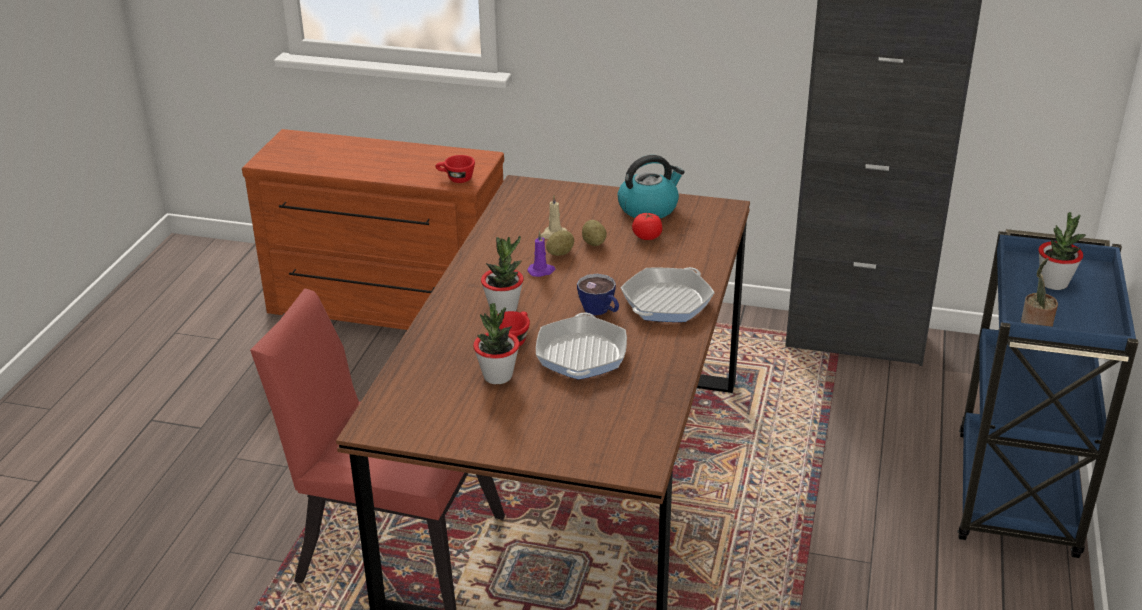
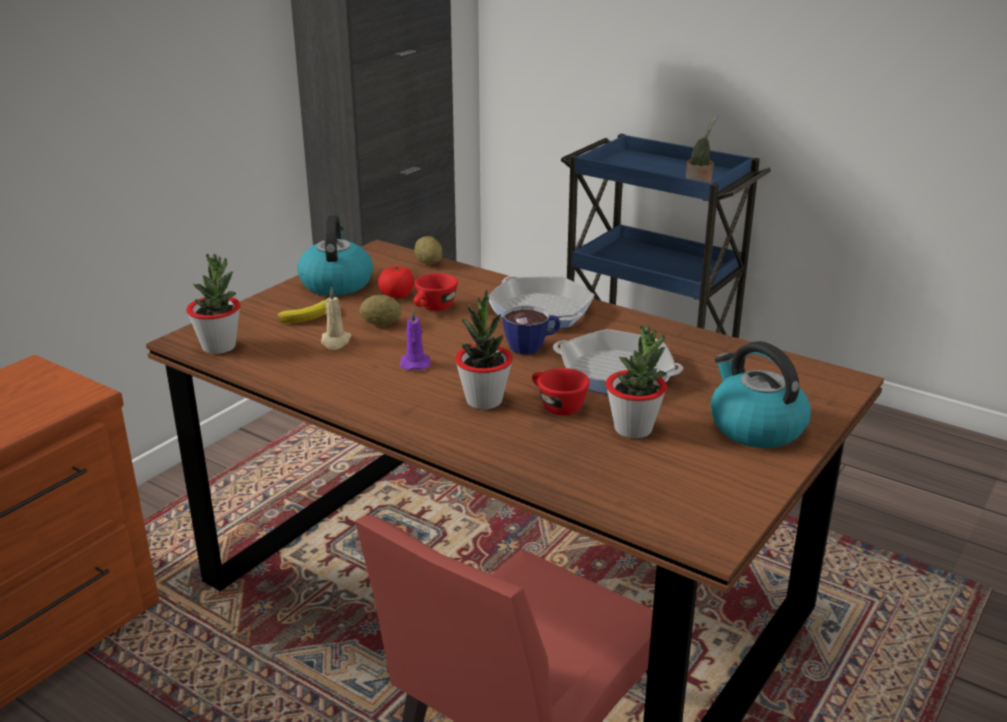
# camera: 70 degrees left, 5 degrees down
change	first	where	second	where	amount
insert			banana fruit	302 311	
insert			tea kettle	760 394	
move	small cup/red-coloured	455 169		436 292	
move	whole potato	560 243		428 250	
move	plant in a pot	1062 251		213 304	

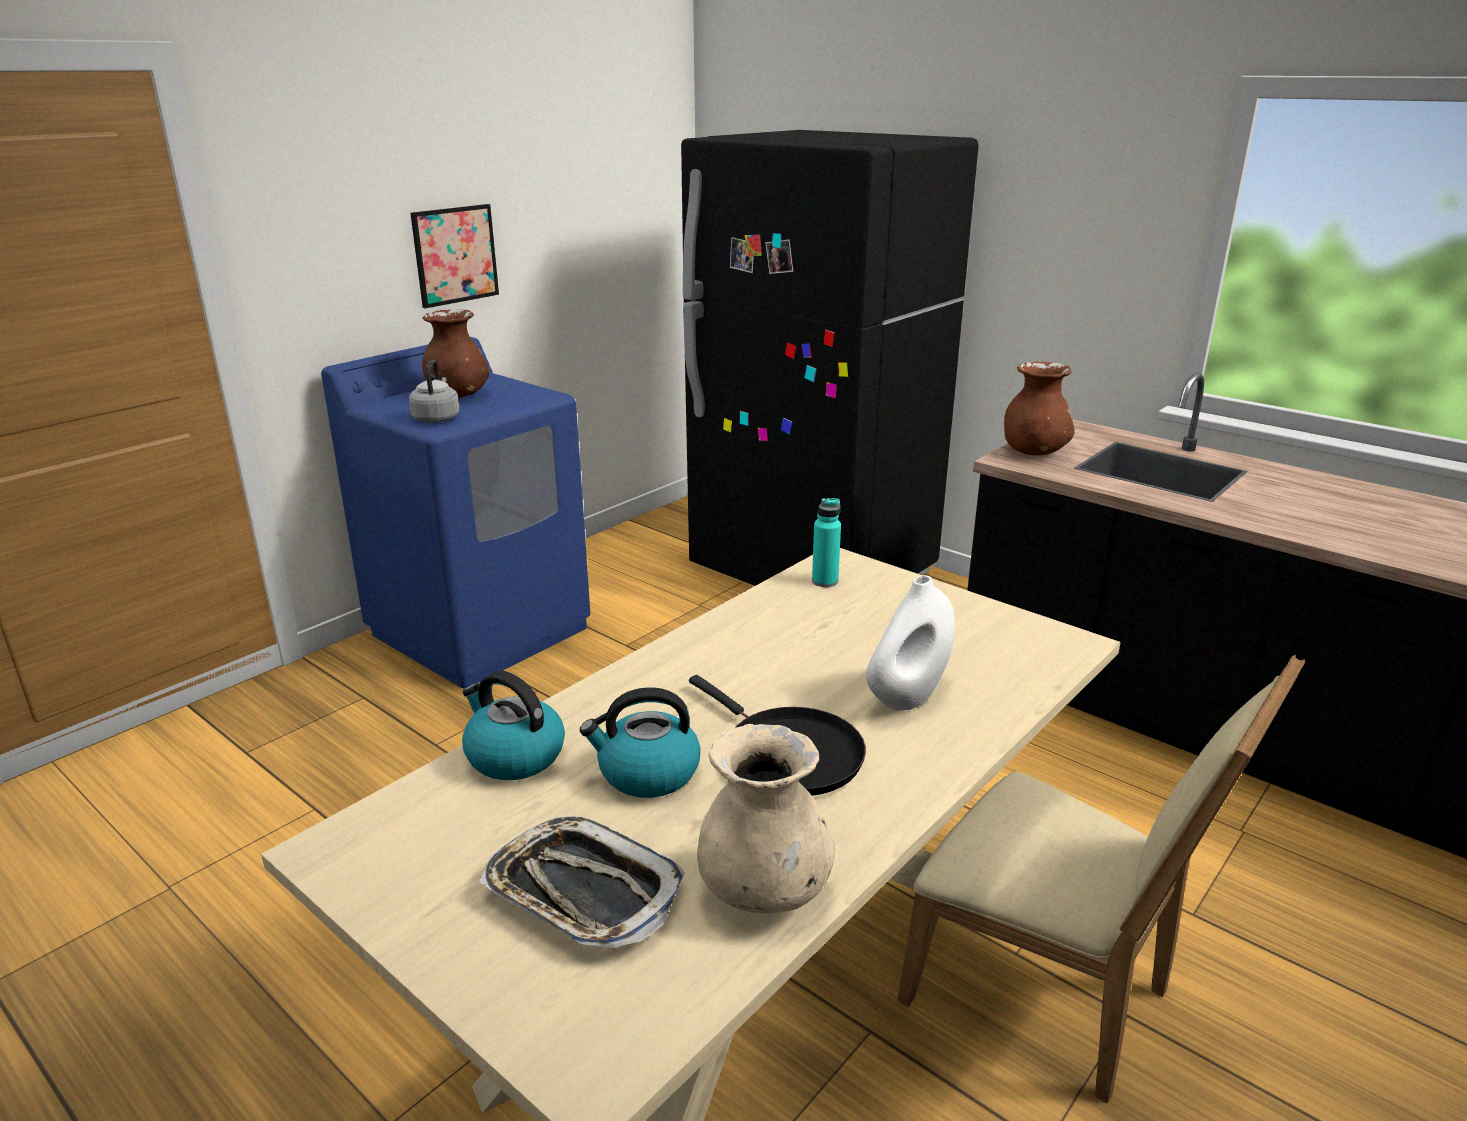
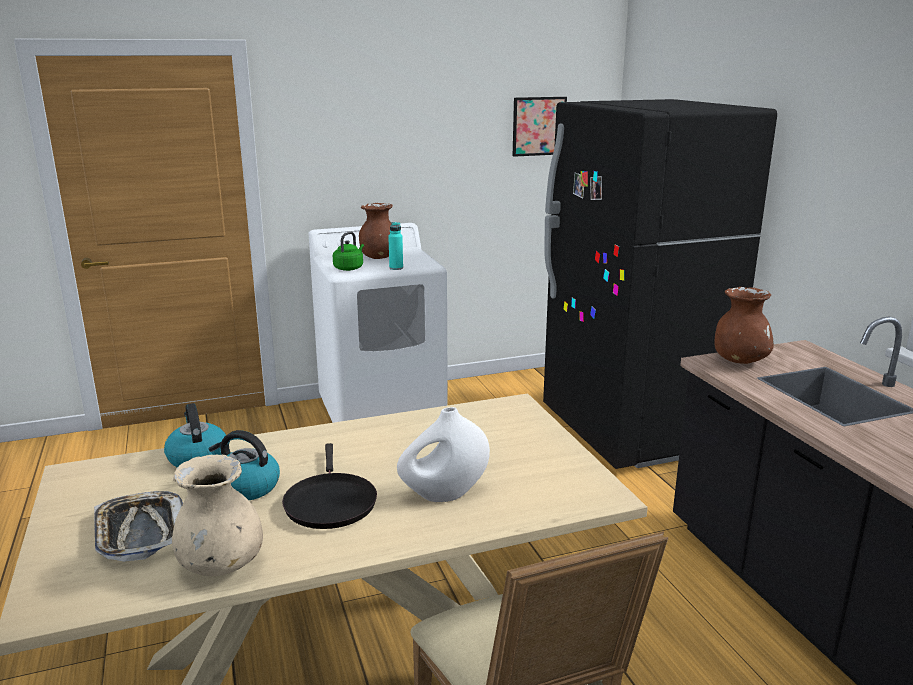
# camera: 30 degrees right, 5 degrees down
change	first	where	second	where	amount
move	wall art	454 256		540 127	
move	bottle/turquoise-coloured	826 542		395 246	
recolor	washing machine/blue	455 512	washing machine/white	378 323	
recolor	tea kettle/grey	434 391	tea kettle/greenish	348 251	

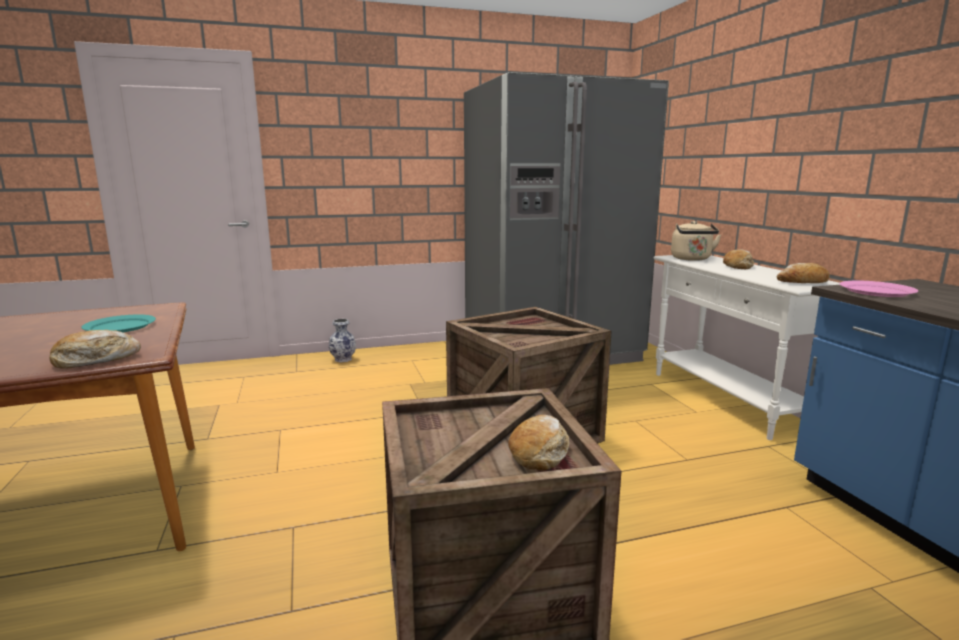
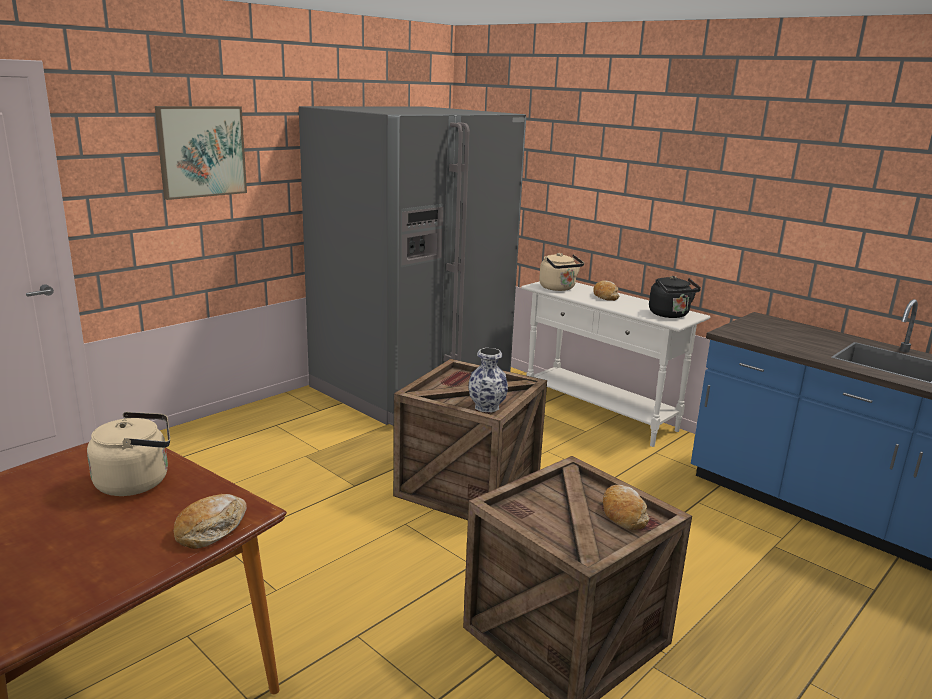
# camera: 30 degrees left, 5 degrees up
change	first	where	second	where	amount
delete	flat dish/pink	879 289			
insert			wall art	201 153	
move	flower vase	342 340		488 380	
replace	flat dish/turquoise-coloured	118 323	tea kettle/beige	128 454	
replace	baked bread	803 273	tea kettle/black-coloured	675 297	

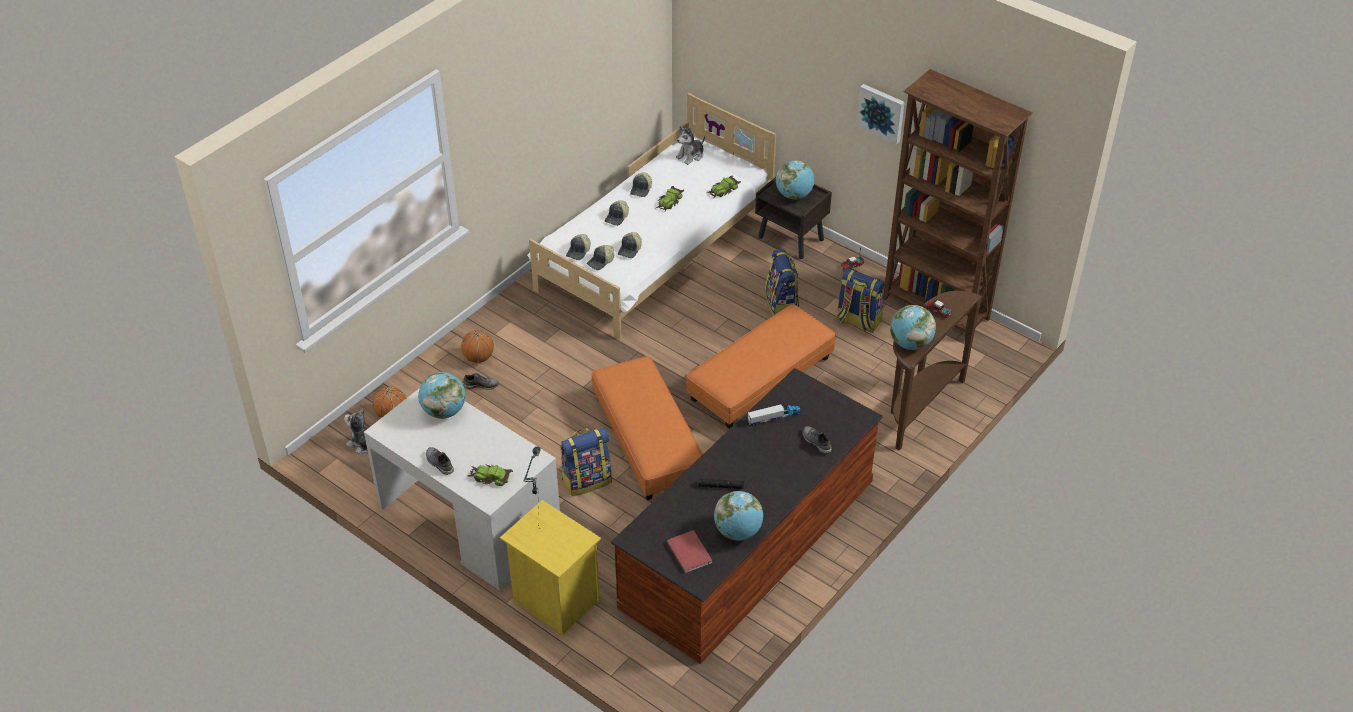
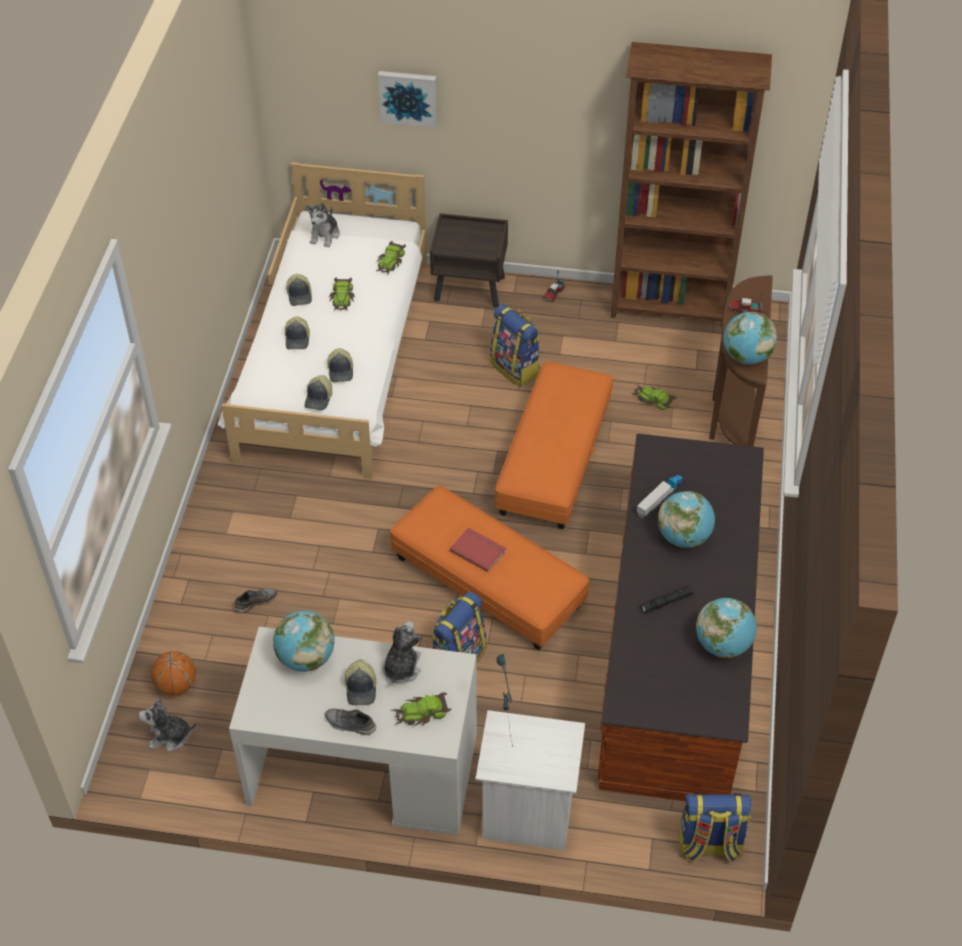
# camera: 30 degrees left, 5 degrees up
change	first	where	second	where	amount
delete	basketball ball	477 346			
delete	item of footwear/grey	817 440			
insert			plush toy	402 652	
insert			miniature car	654 397	
move	baseball cap	578 247		361 682	
move	volume/red-coloured	689 551		478 550	
move	world globe	795 180		686 519	
move	backpack	860 300		715 828	
move	wall art	880 114		407 99	
recolor	bedside table/yellow-coloured	550 567	bedside table/white	530 780	

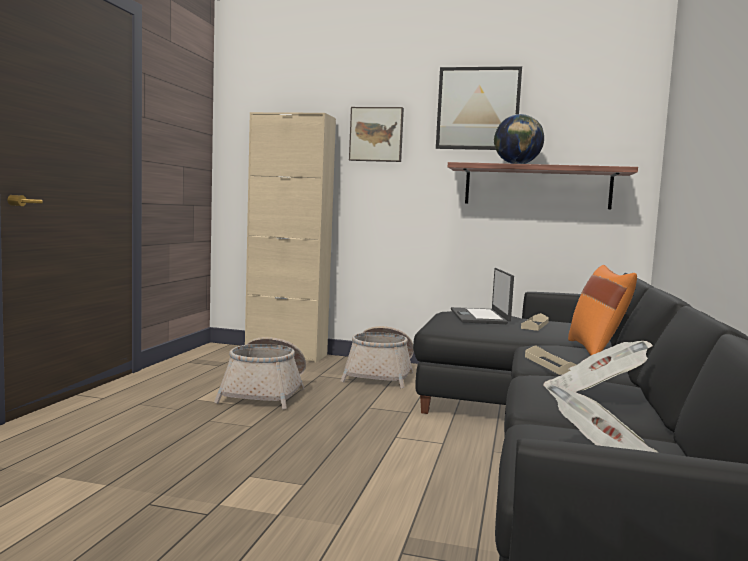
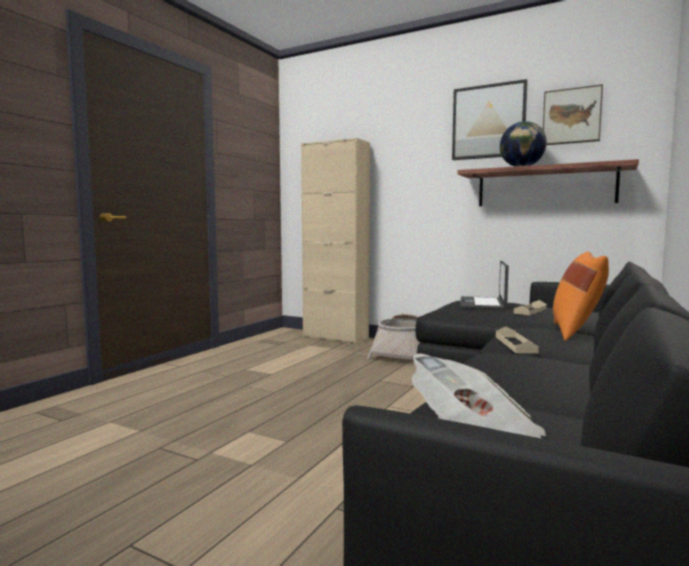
# camera: 15 degrees right, 0 degrees up
change	first	where	second	where	amount
delete	storage basket	260 373			
delete	newspaper	598 366			
move	wall art	376 134		573 114	

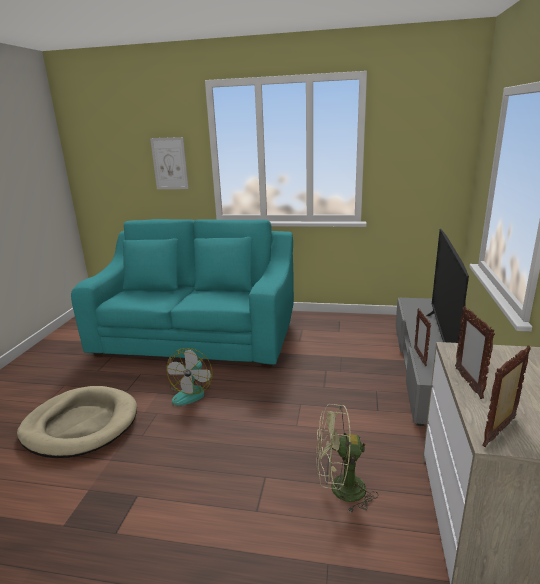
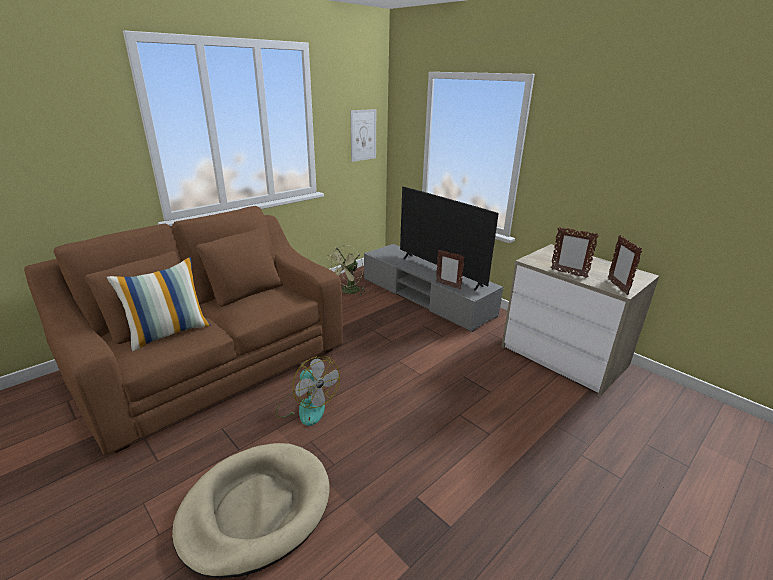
# camera: 55 degrees left, 5 degrees up
change	first	where	second	where	amount
insert			throw pillow	159 304	
move	wall art	169 163		363 135	
move	fan/greenish	347 458		346 270	
recolor	sofa/turquoise-coloured	182 293	sofa/brown-coloured	183 330	

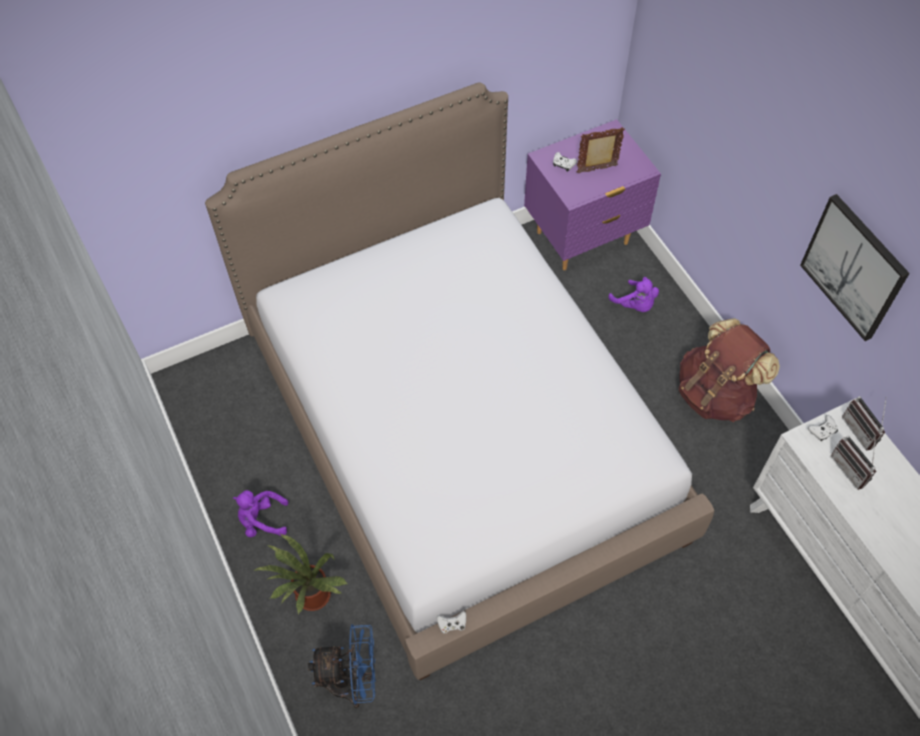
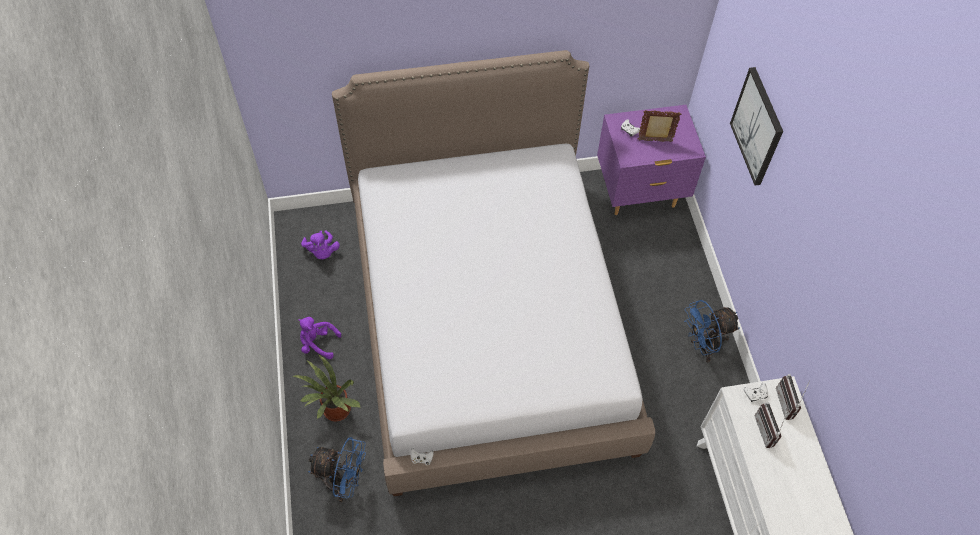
# camera: 15 degrees right, 0 degrees up
change	first	where	second	where	amount
move	plush toy/purple	633 294		320 245	
move	wall art	855 267		756 126	
replace	backpack/brown-coloured	729 370	fan/blue	712 331	

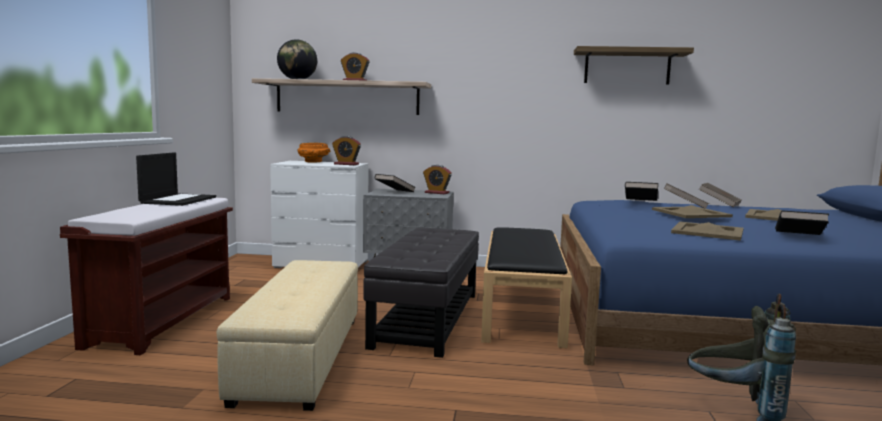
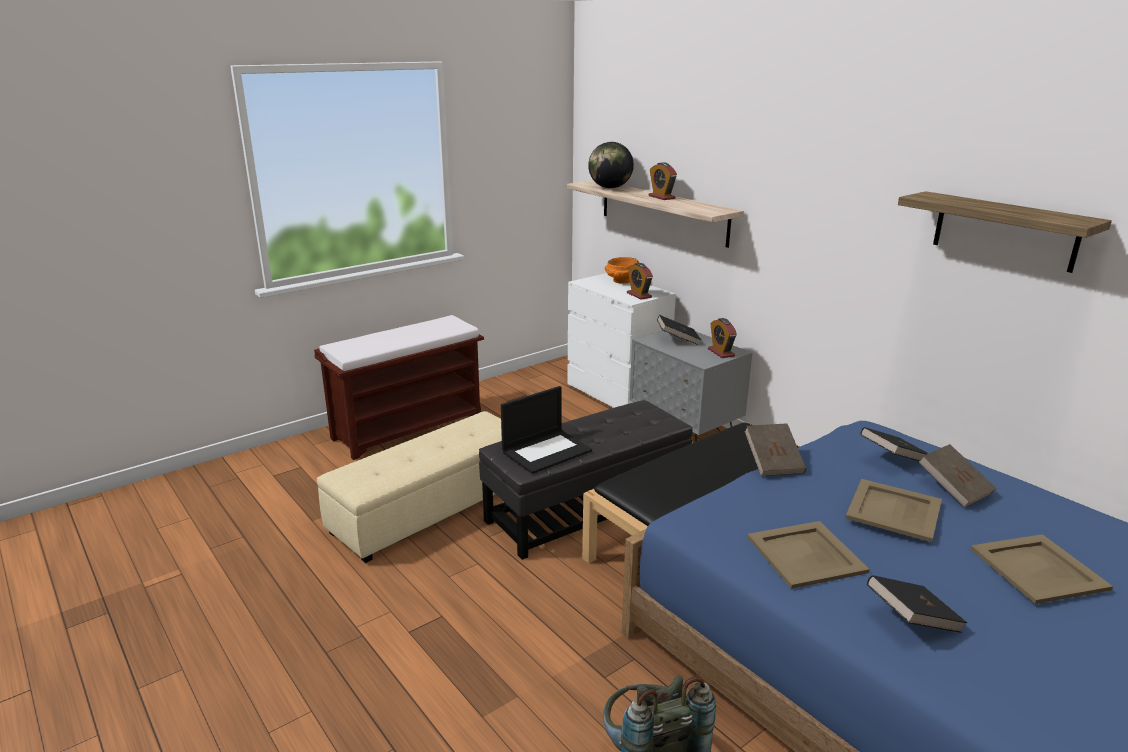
# camera: 45 degrees right, 15 degrees up
change	first	where	second	where	amount
move	portable computer	176 179		546 430	
move	volume/brown-coloured	720 195		775 449	

